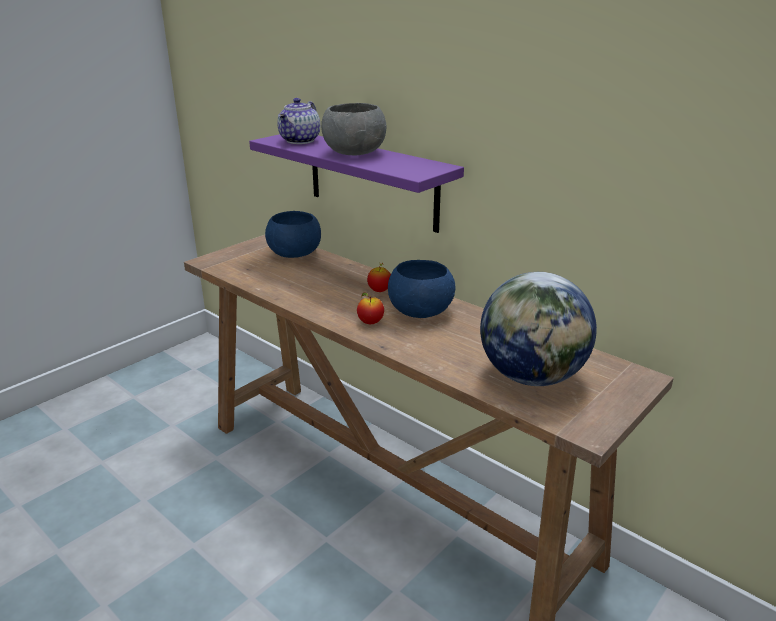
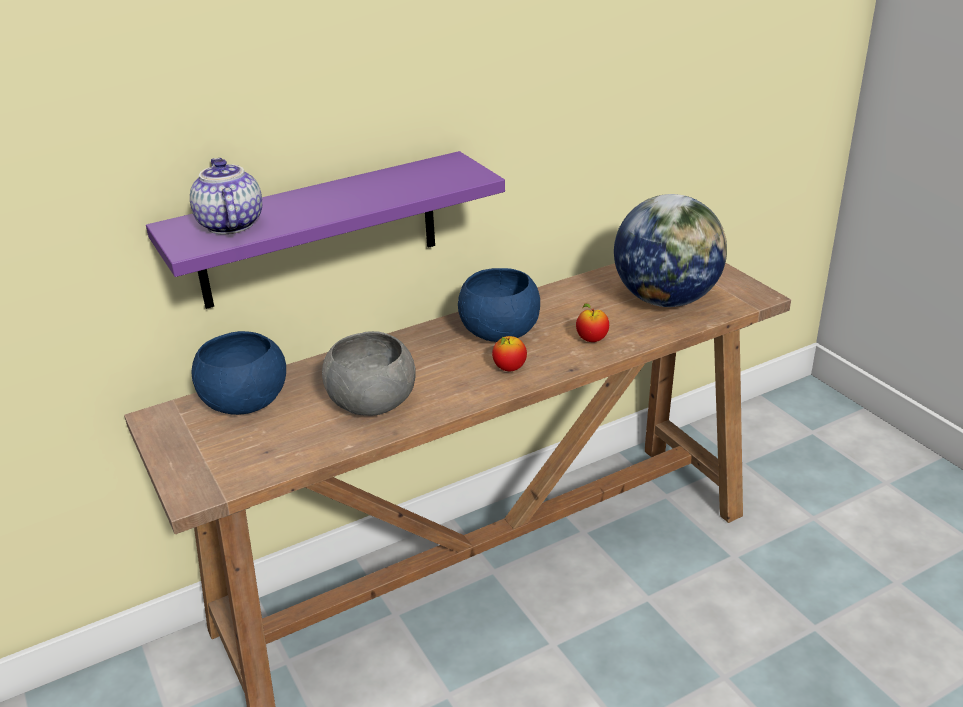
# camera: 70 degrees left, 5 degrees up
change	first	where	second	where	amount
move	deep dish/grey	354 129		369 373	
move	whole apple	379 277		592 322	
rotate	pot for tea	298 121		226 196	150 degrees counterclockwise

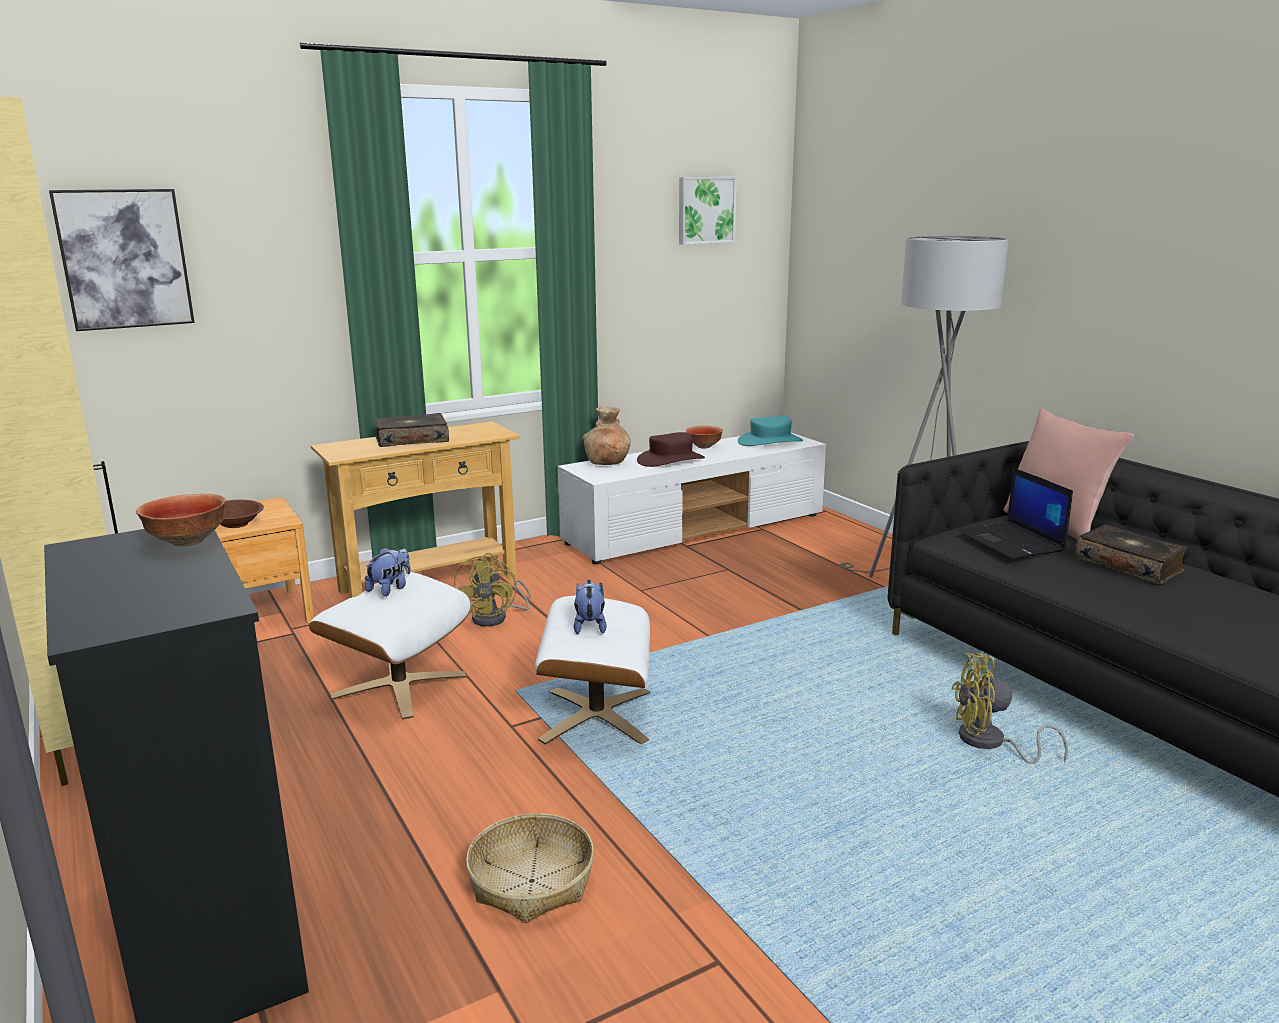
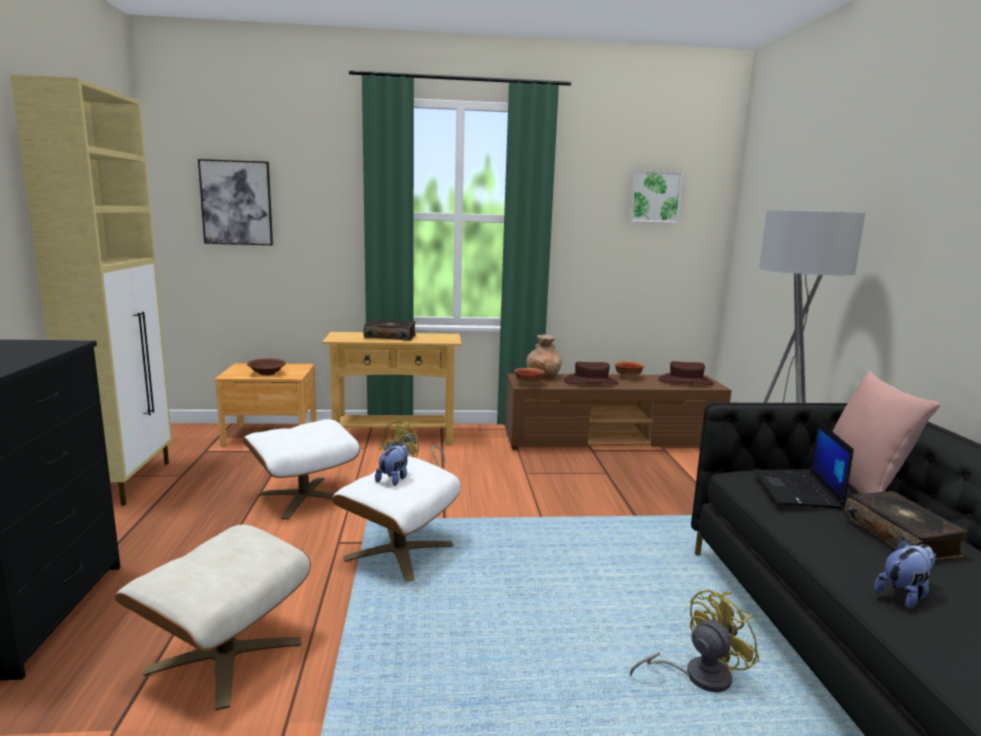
# camera: 25 degrees right, 5 degrees down
change	first	where	second	where	amount
move	deep dish	181 520		529 377	
move	plush toy	388 572		905 574	
replace	storage basket	530 868	pouffe/beige	213 617	
recolor	tv stand/white	692 498	tv stand/brown-coloured	618 411	
recolor	hat/turquoise-coloured	770 431	hat/brown-coloured	686 373	
rotate	fan/yellow-coloured	1010 708		695 641	120 degrees clockwise

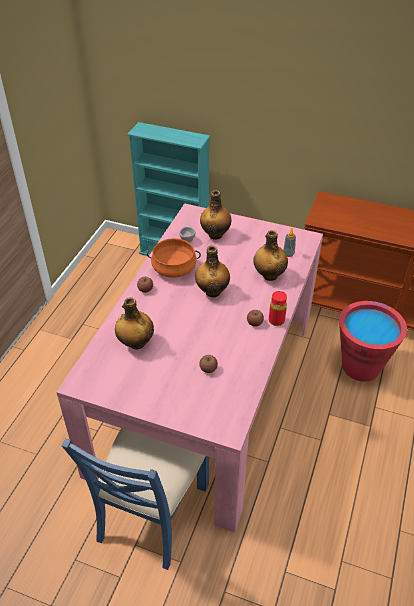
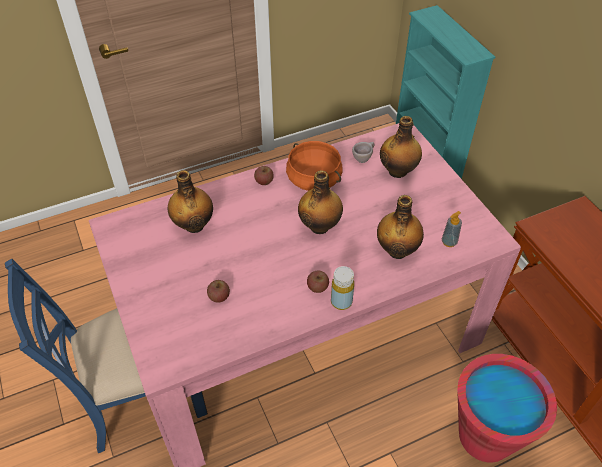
# camera: 45 degrees right, 5 degrees up
change	first	where	second	where	amount
recolor	bottle/red-coloured	278 308	bottle/yellow-coloured	342 288	

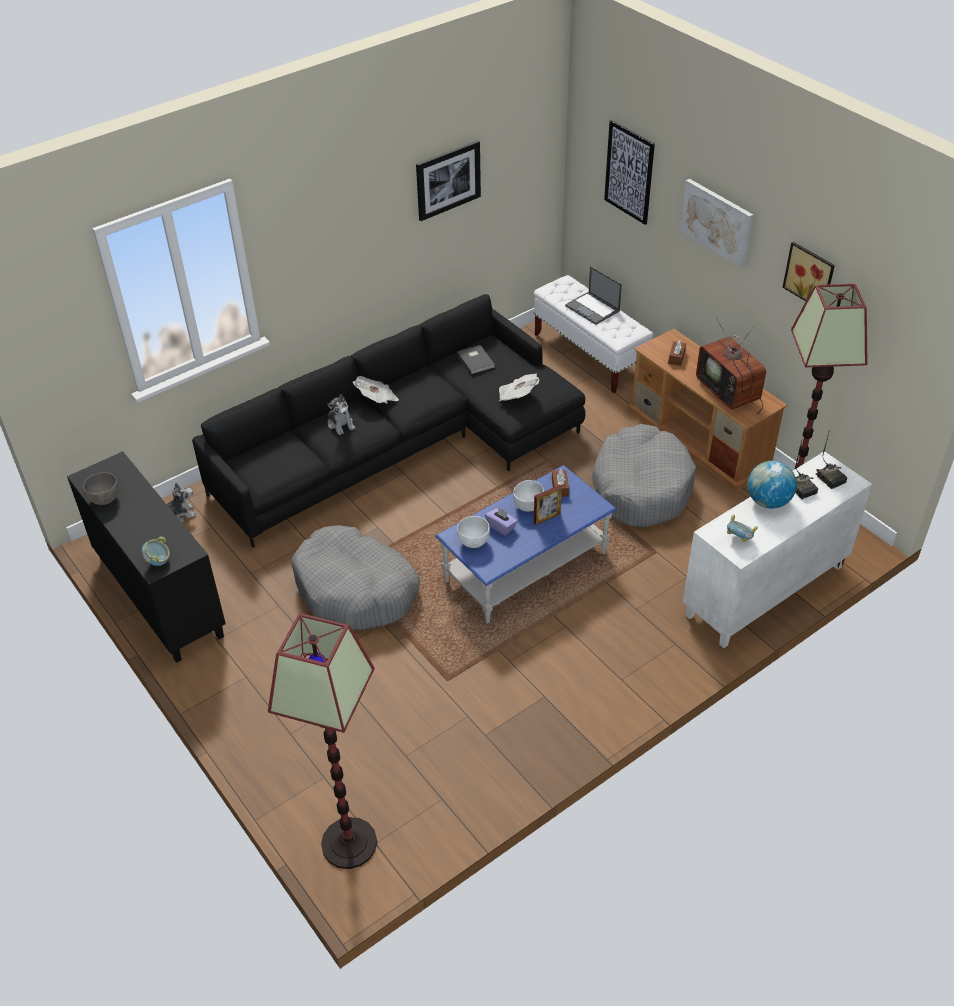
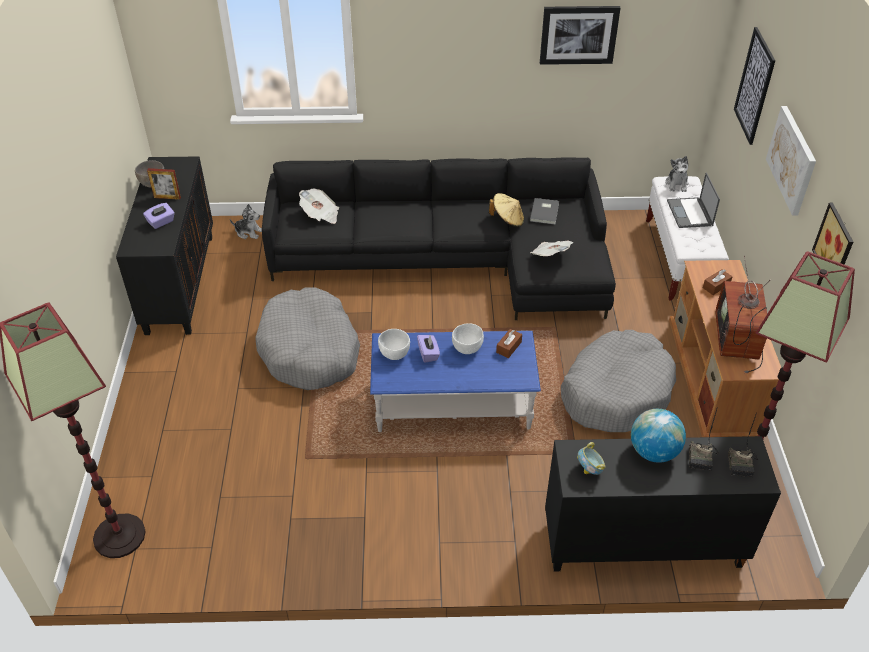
# camera: 35 degrees right, 0 degrees up
change	first	where	second	where	amount
delete	deep dish	156 551			
insert			box of tissues/purple	159 216	
insert			hat/beige	506 210	
move	plush toy	341 414		677 174	
move	newspaper	376 389		319 206	
move	standing frame	548 505		164 184	
recolor	cupboard/white	777 549	cupboard/black-coloured	663 503	

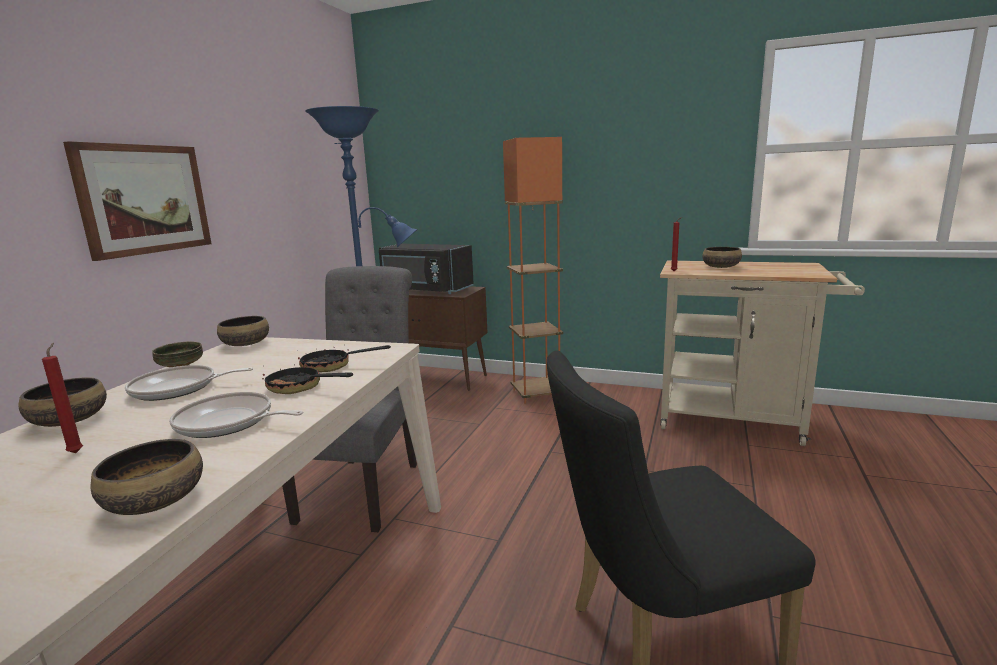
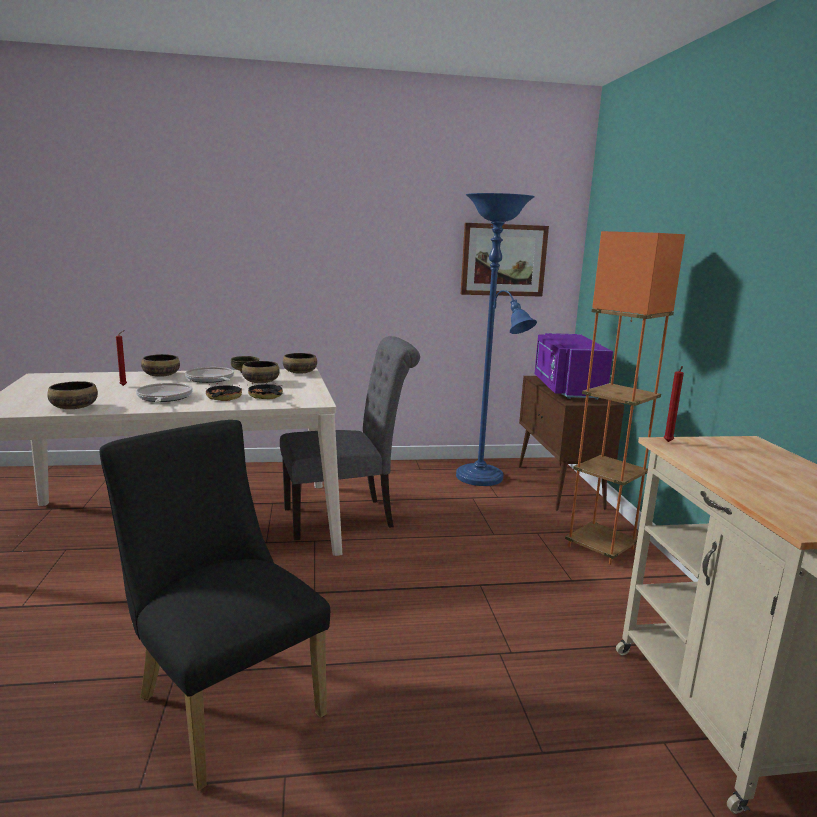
# camera: 60 degrees right, 0 degrees up
change	first	where	second	where	amount
move	wall art	137 201		505 260	
move	deep dish	722 257		261 372	
recolor	kitchen microwave/black-coloured	426 269	kitchen microwave/purple	573 366	

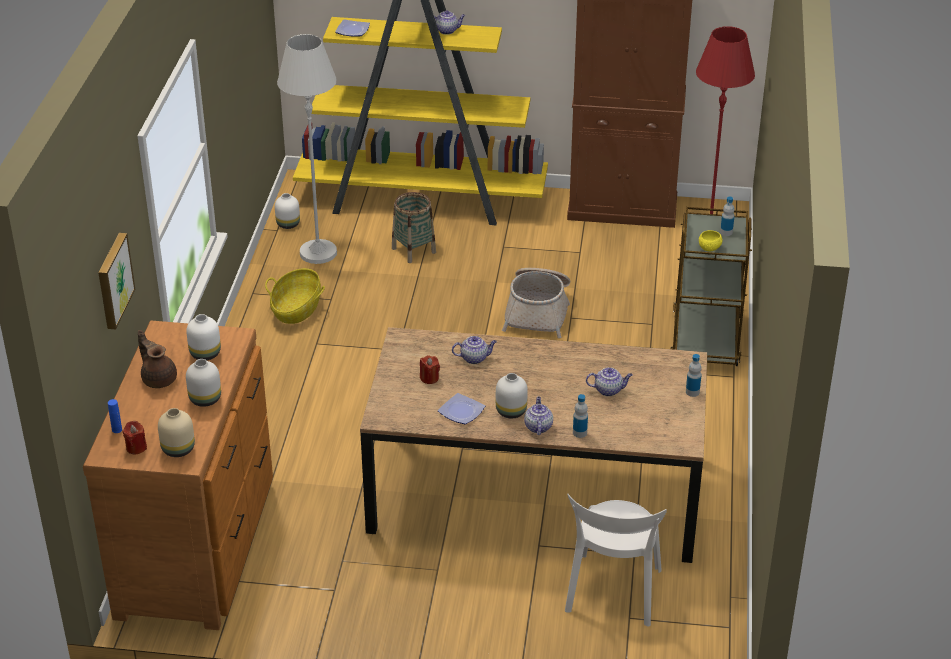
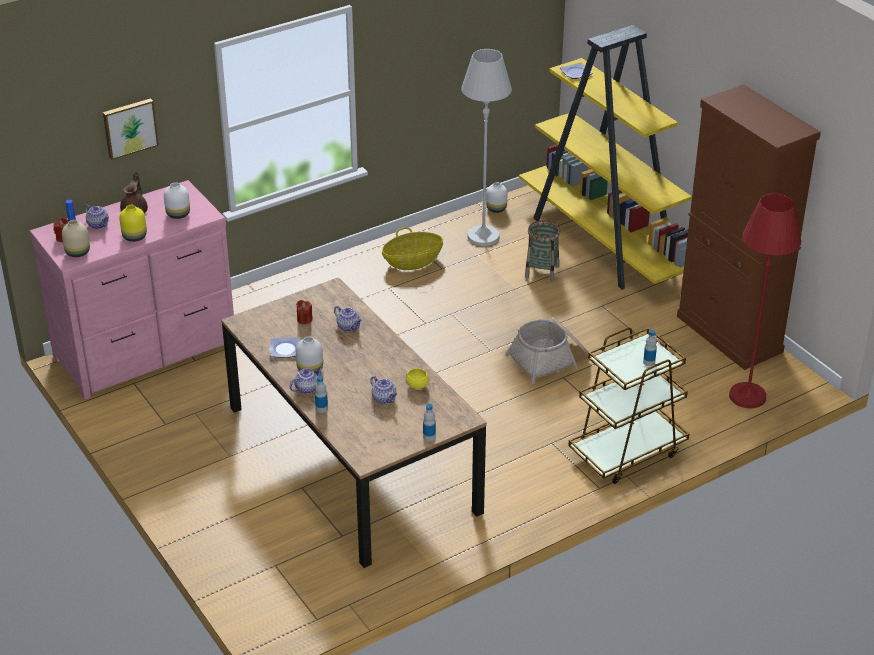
# camera: 50 degrees right, 0 degrees up
change	first	where	second	where	amount
delete	upright chair/white	616 560			
move	pot for tea	450 22		97 217	
move	deep dish/yellow-coloured	711 240		417 378	
recolor	drawer chest/brown-coloured	178 475	drawer chest/pink	132 289	
recolor	flower vase/white	203 383	flower vase/yellow-coloured	133 223	

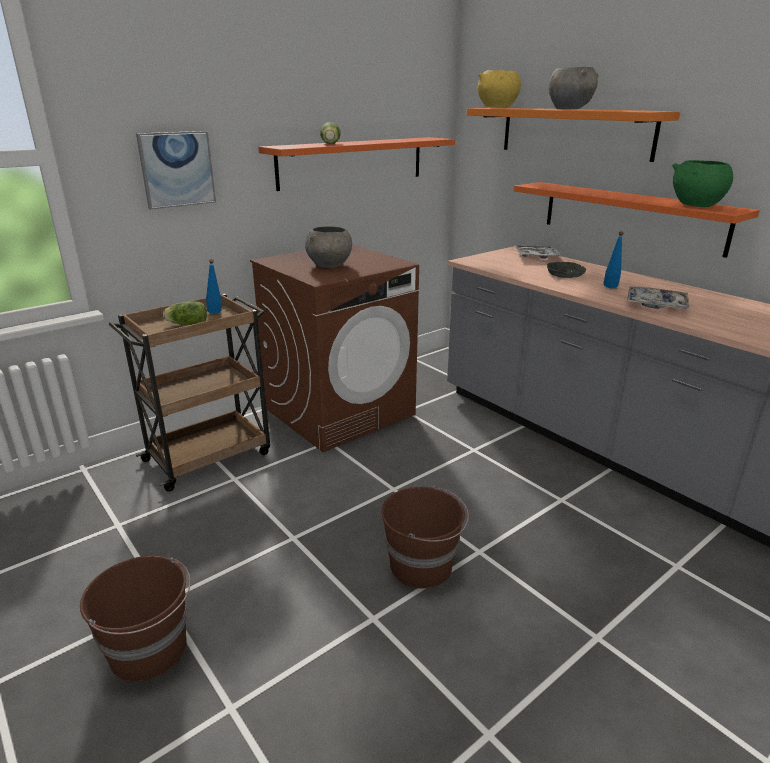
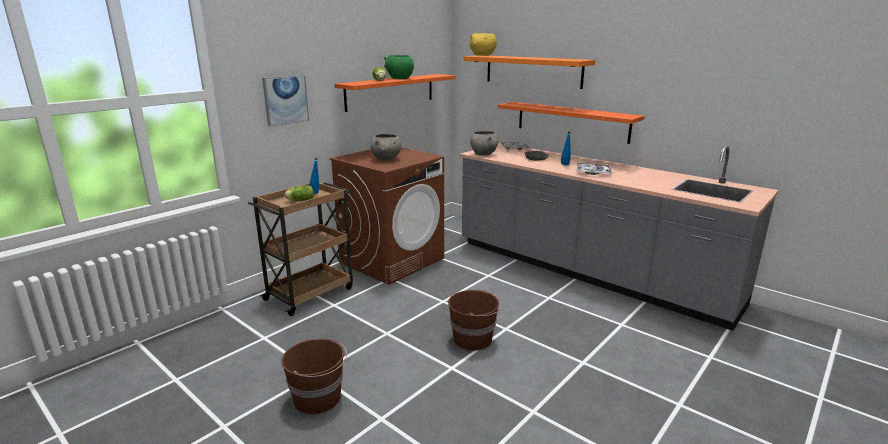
# camera: 10 degrees left, 5 degrees down
change	first	where	second	where	amount
move	deep dish/grey	573 88		484 143	
move	deep dish/greenish	702 183		399 67	

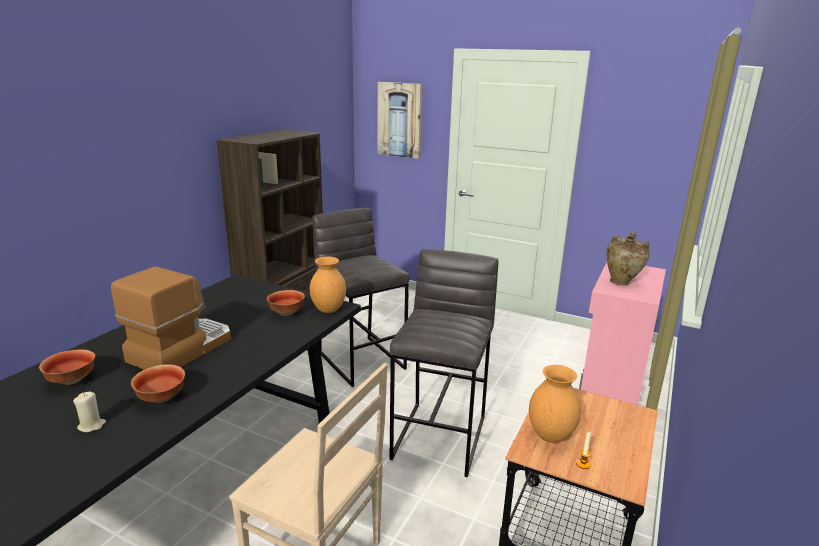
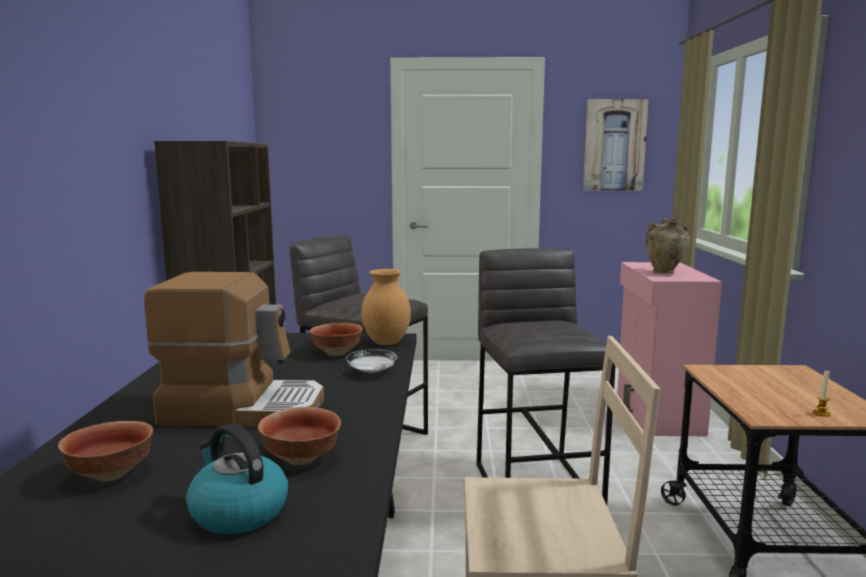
# camera: 25 degrees left, 10 degrees down
change	first	where	second	where	amount
delete	flower vase/brown-coloured	555 404			
insert			flat dish/white	371 361	
move	wall art	400 120		616 145	
replace	wax light/beige	89 412	tea kettle	237 478	
rotate	coffee brewer	171 318		234 349	90 degrees clockwise

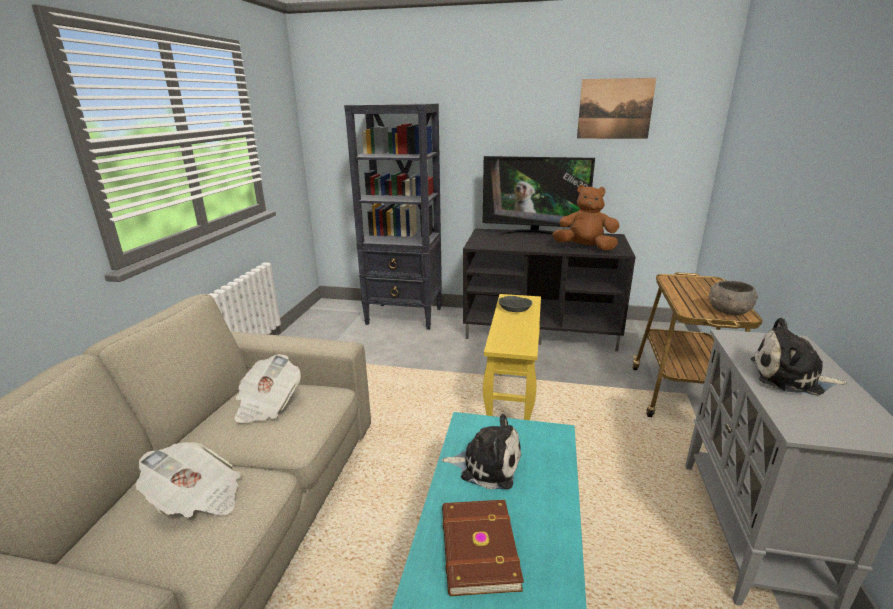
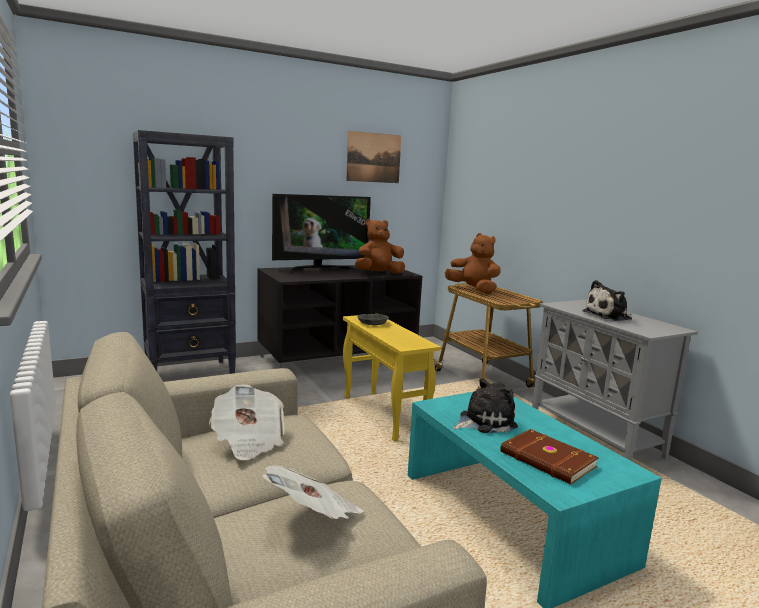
# camera: 40 degrees left, 10 degrees down
change	first	where	second	where	amount
delete	deep dish/grey	733 298			
insert			plush toy/brown-coloured	473 263	

